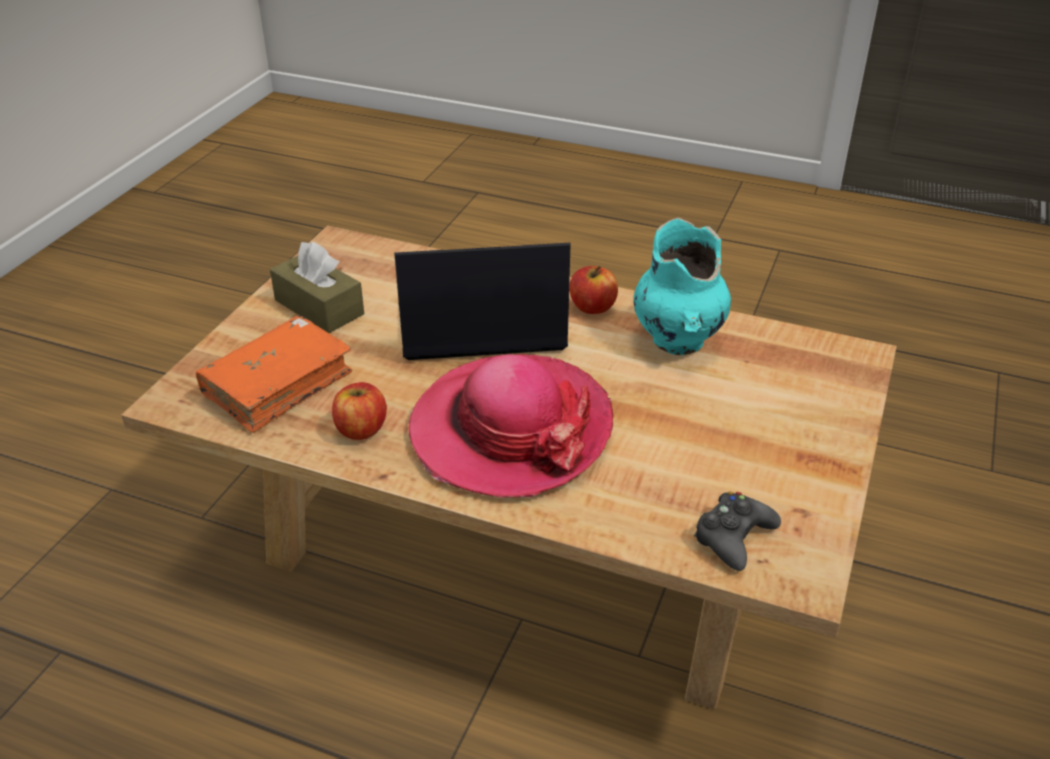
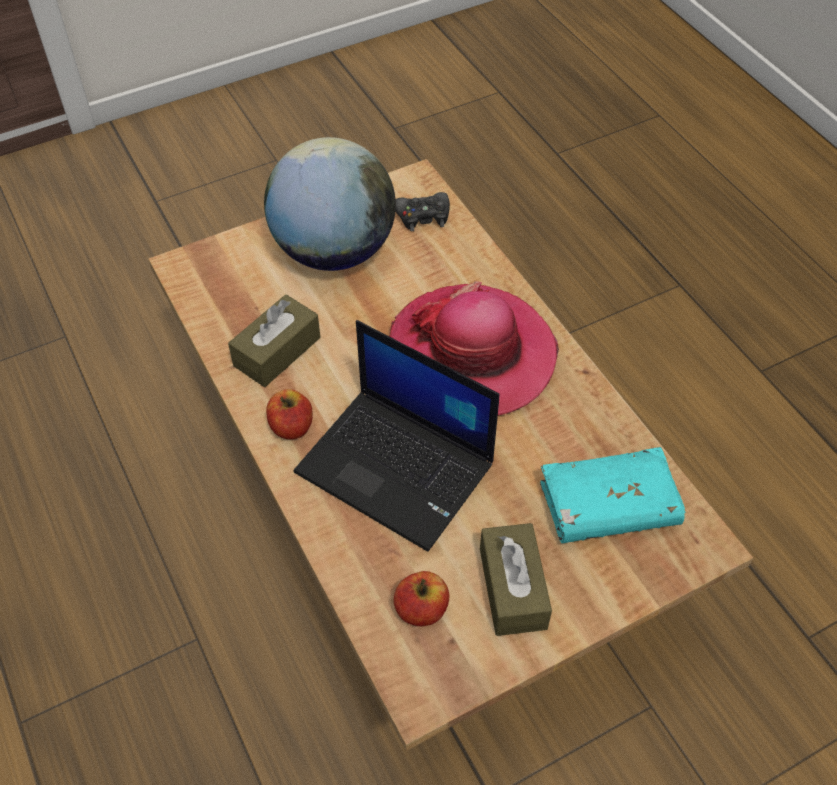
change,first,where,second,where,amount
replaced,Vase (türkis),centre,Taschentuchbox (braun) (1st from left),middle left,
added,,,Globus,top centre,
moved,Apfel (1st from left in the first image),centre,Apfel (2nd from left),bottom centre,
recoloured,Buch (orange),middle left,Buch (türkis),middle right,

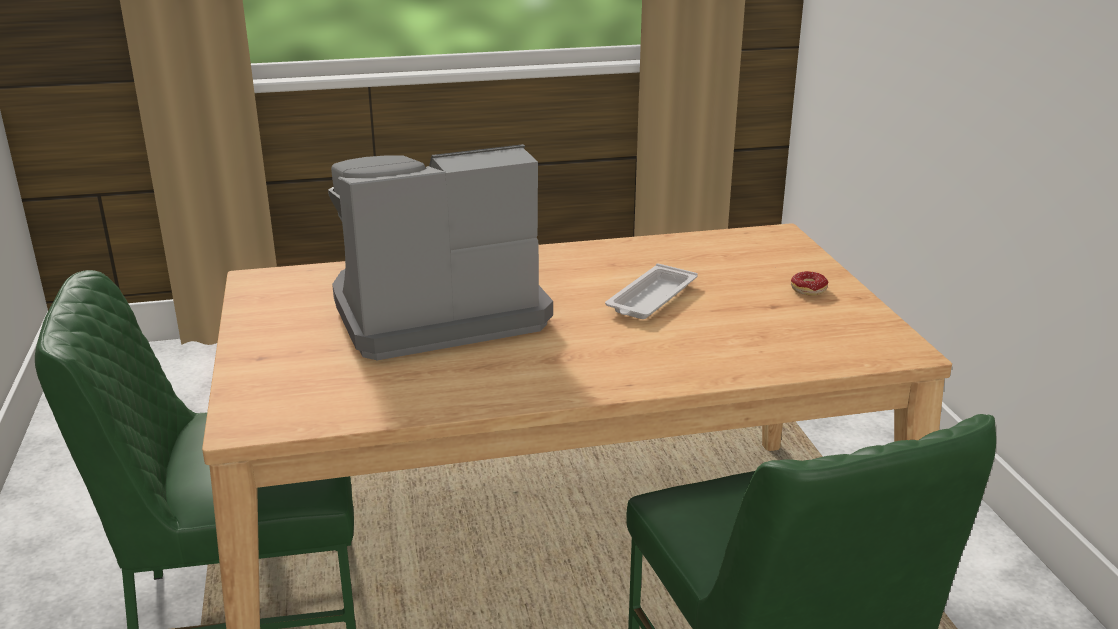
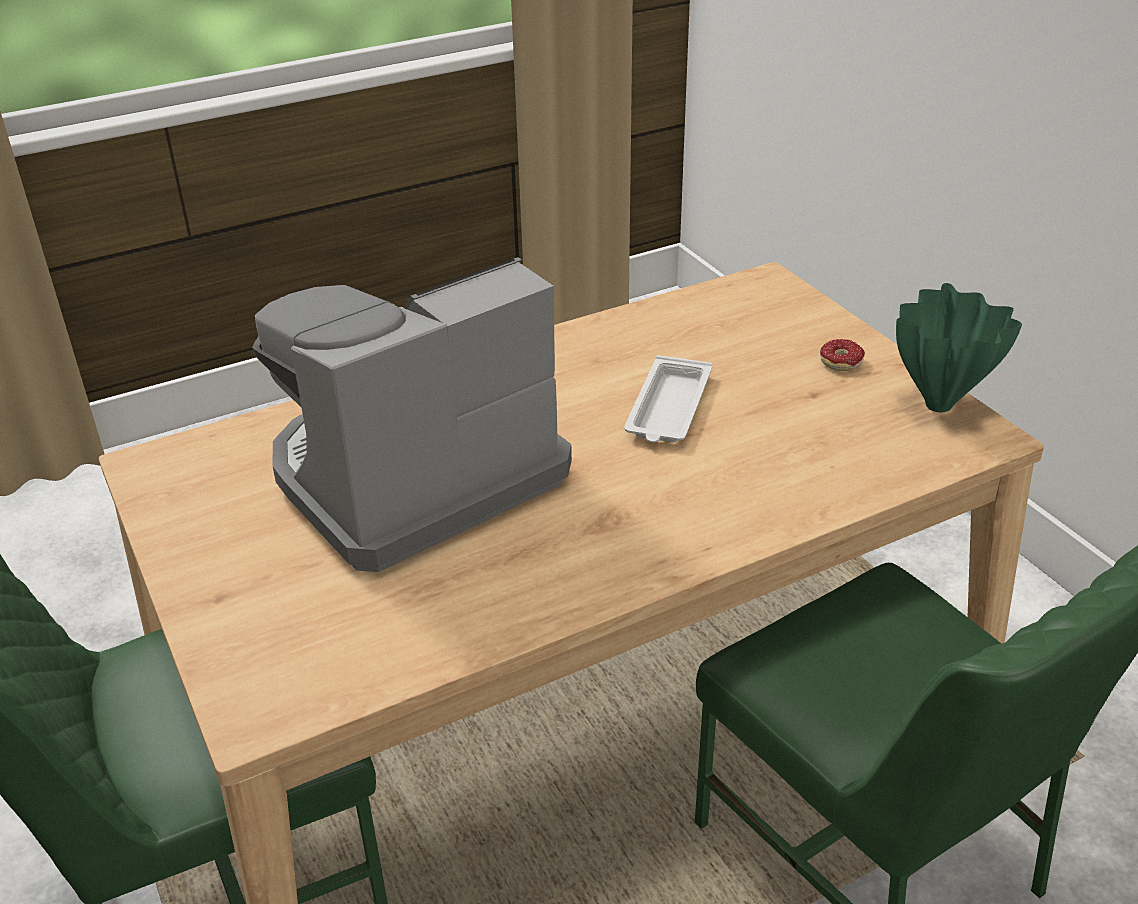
change,first,where,second,where,amount
added,,,Vase (grün),middle right,

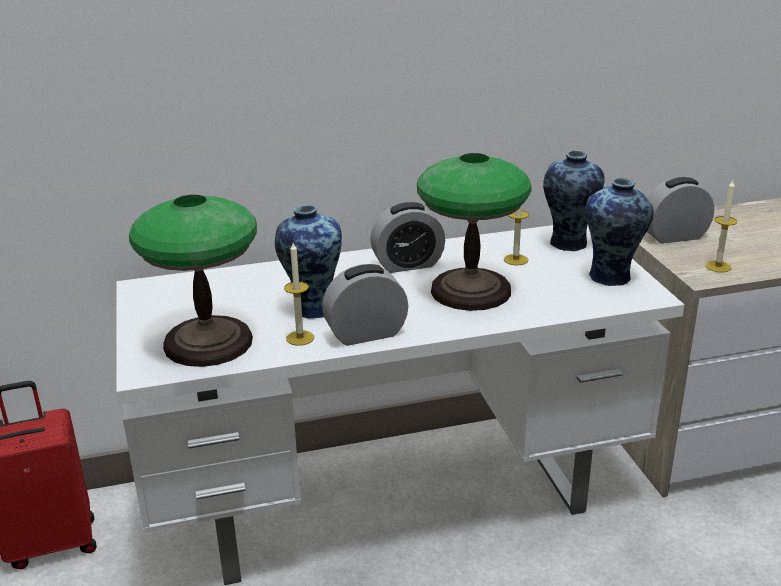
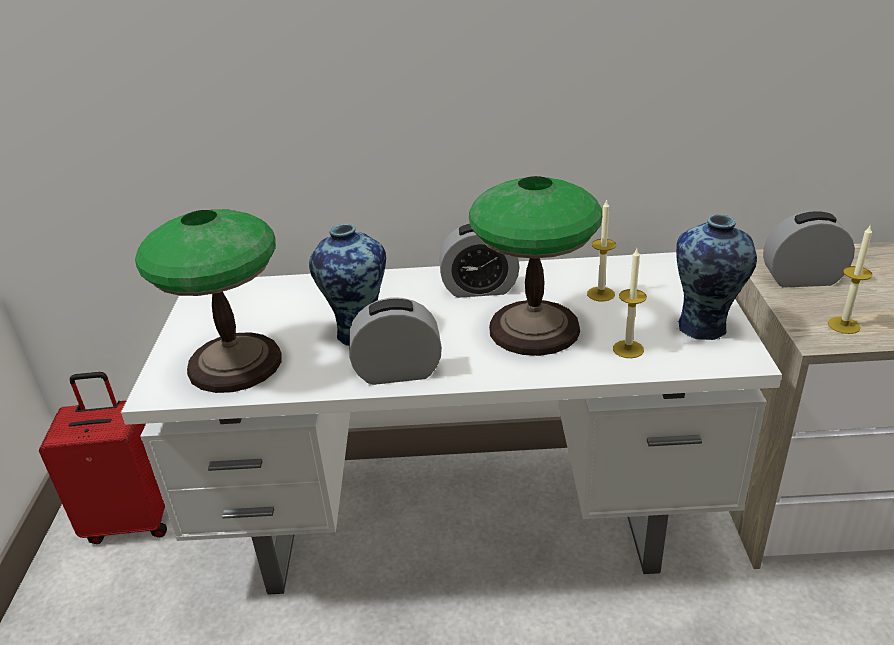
change,first,where,second,where,amount
moved,Kerze (1st from left in the first image),centre,Kerze (2nd from left),middle right,
removed,Vase (2nd from left),middle right,,,

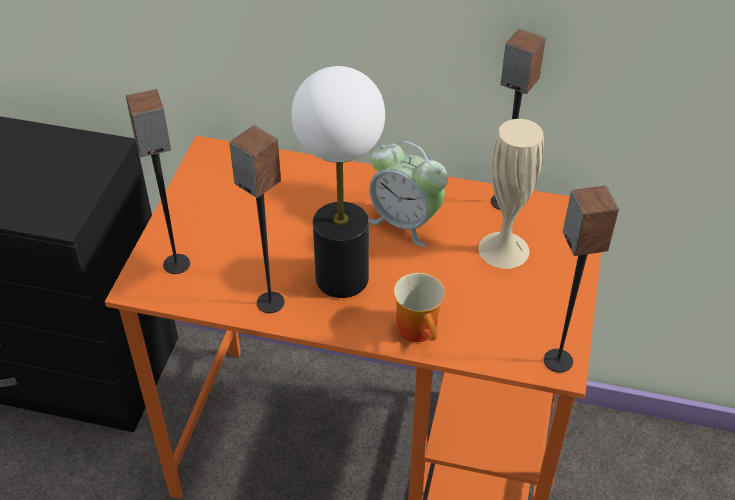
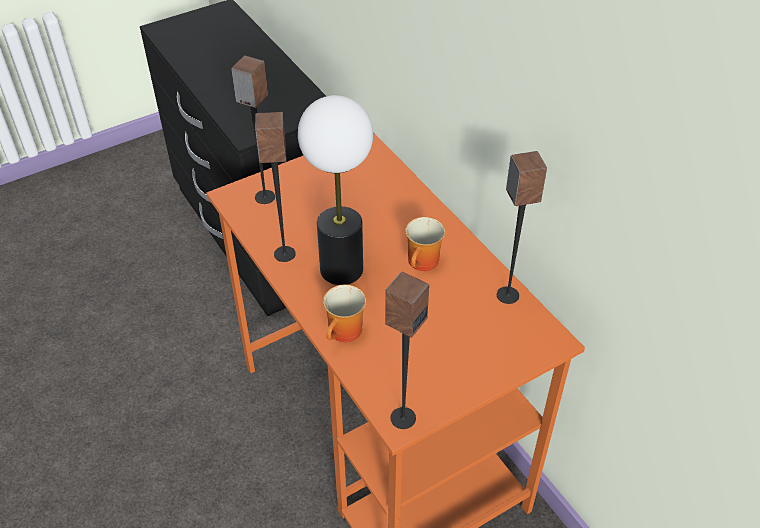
change,first,where,second,where,amount
replaced,Wecker,centre,Henkelbecher (2nd from left),centre,
removed,Vase (beige),middle right,,,

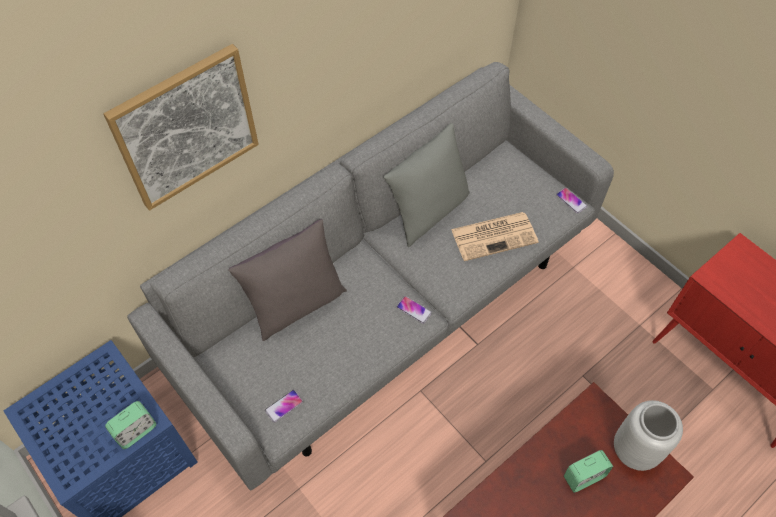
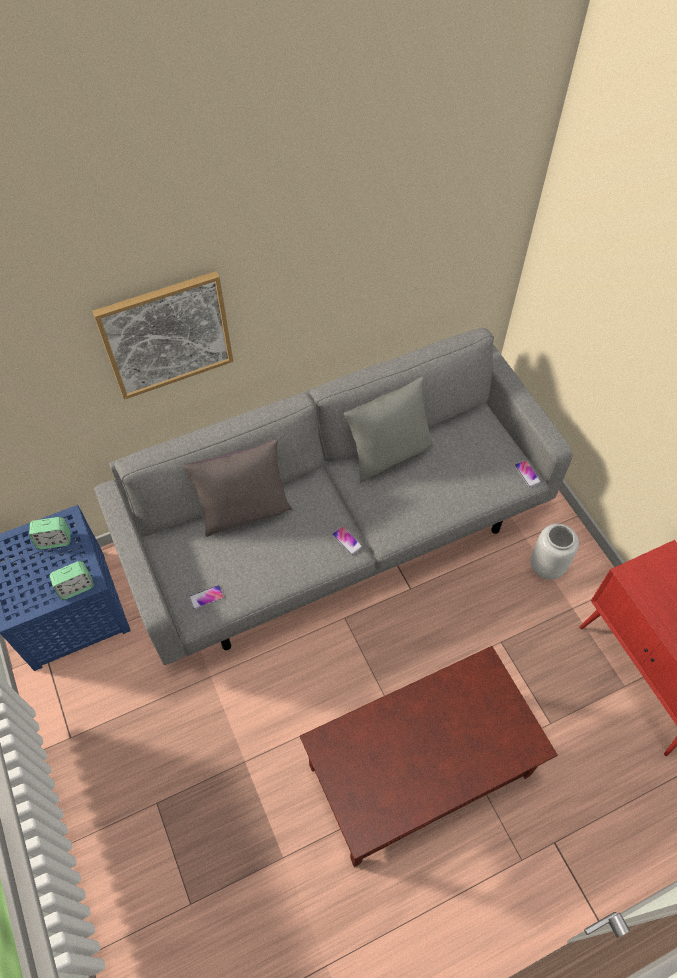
change,first,where,second,where,amount
moved,Wecker (2nd from left in the first image),bottom right,Wecker (1st from left),middle left,
moved,Vase (grau),bottom right,,middle right,
removed,Zeitung,centre,,,

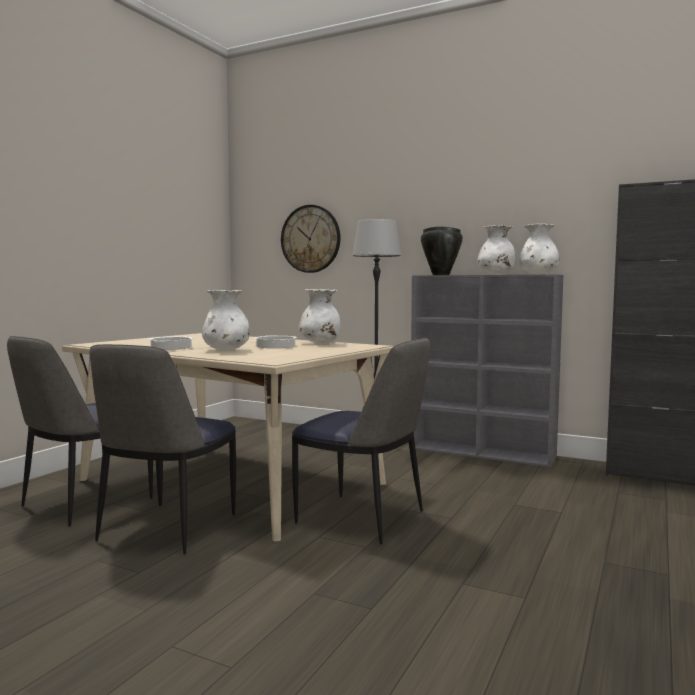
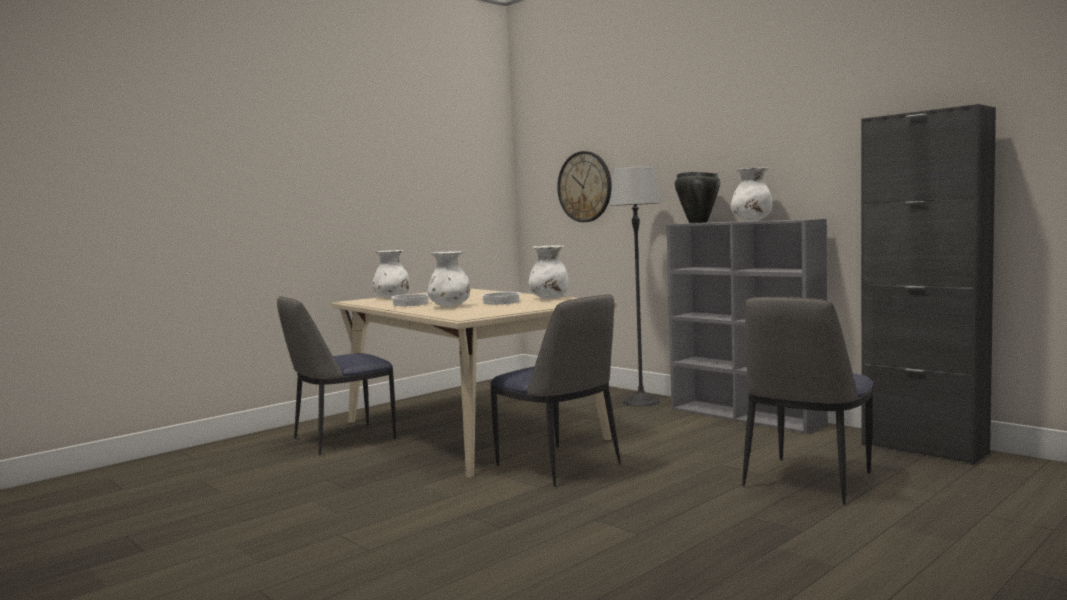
change,first,where,second,where,amount
moved,Vase (weiß) (4th from left in the first image),middle right,Vase (weiß) (1st from left),centre,
moved,Stuhl (2nd from left in the first image),middle left,Stuhl (3rd from left),bottom right,

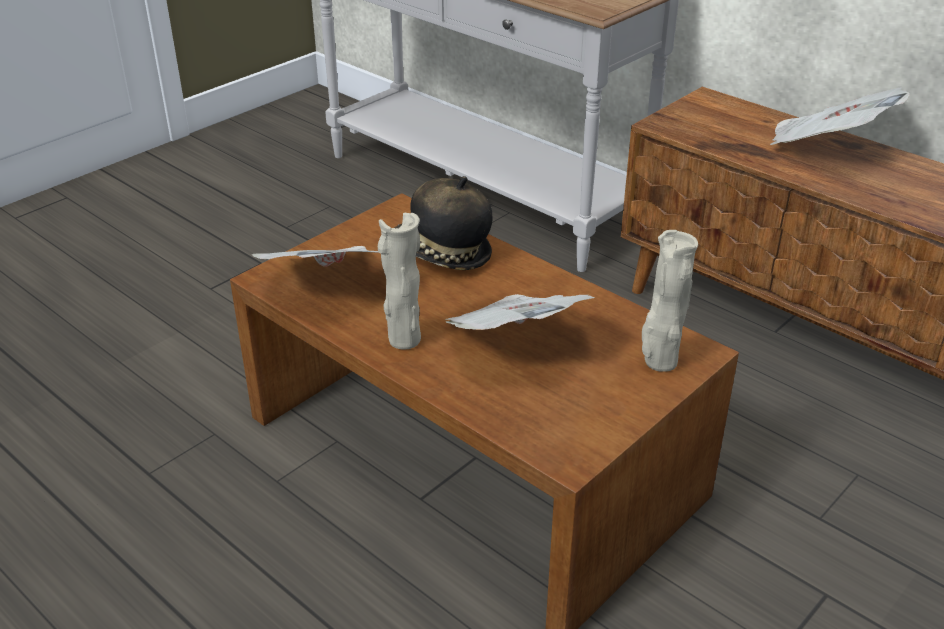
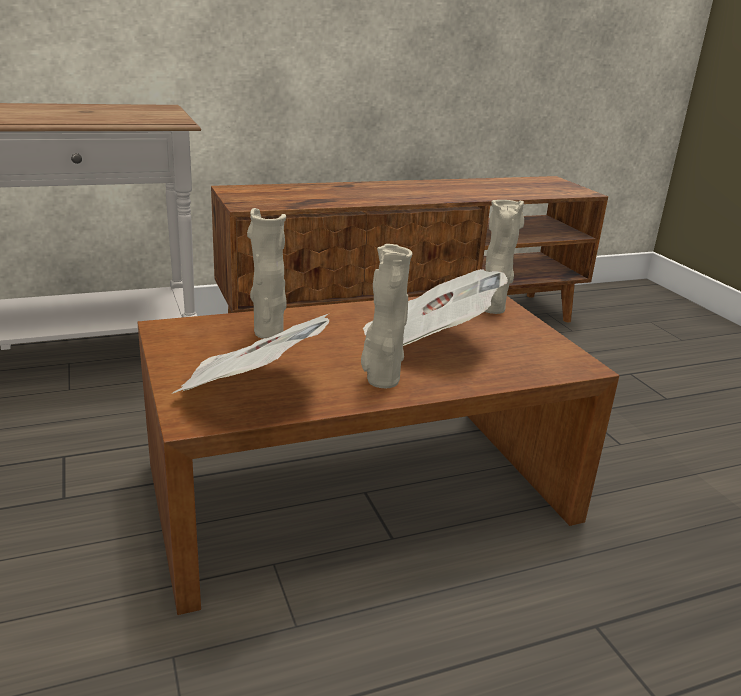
change,first,where,second,where,amount
replaced,Hut,centre,Vase (beige) (1st from left),centre,
removed,Zeitung (3rd from left),top right,,,

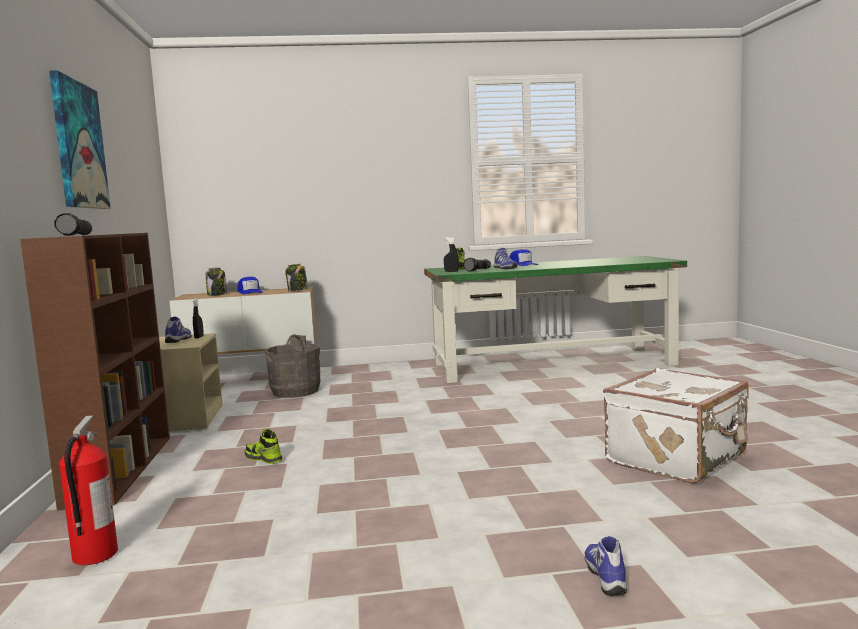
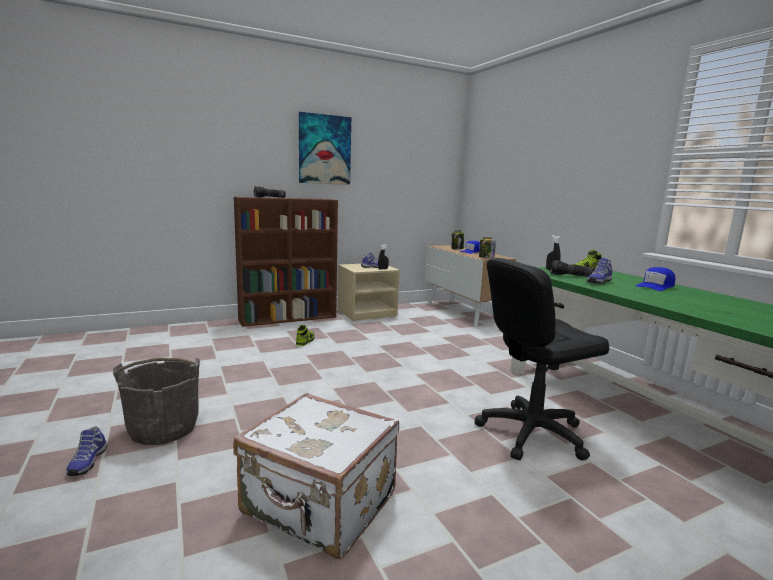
change,first,where,second,where,amount
turned,Schuh (5th from left in the first image),bottom right,Schuh (1st from left),bottom left,105 degrees clockwise
moved,Eimer (grau),centre,,bottom left,
added,,,Bürostuhl (schwarz),middle right,
removed,Feuerlöscher,bottom left,,,

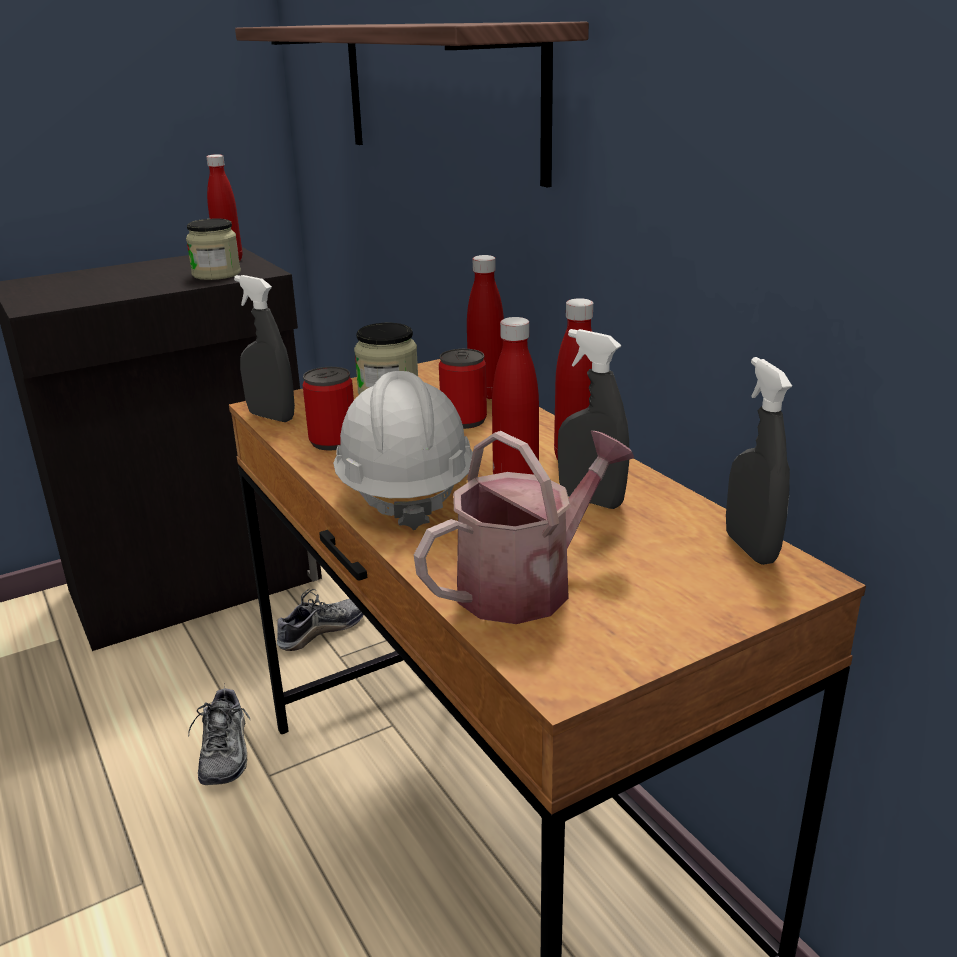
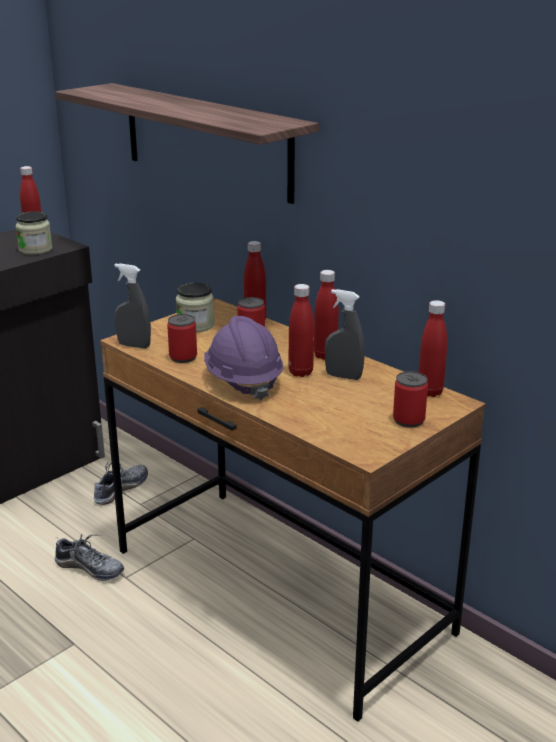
change,first,where,second,where,amount
turned,Schuh (1st from left),bottom left,,bottom left,45 degrees counterclockwise
recoloured,Schutzhelm (weiß),centre,Schutzhelm (lila),centre,
added,,,Dose (3rd from left),middle right,
replaced,Sprühflasche (grau) (3rd from left),middle right,Flasche (rot) (5th from left),middle right,
removed,Gießkanne,centre,,,

